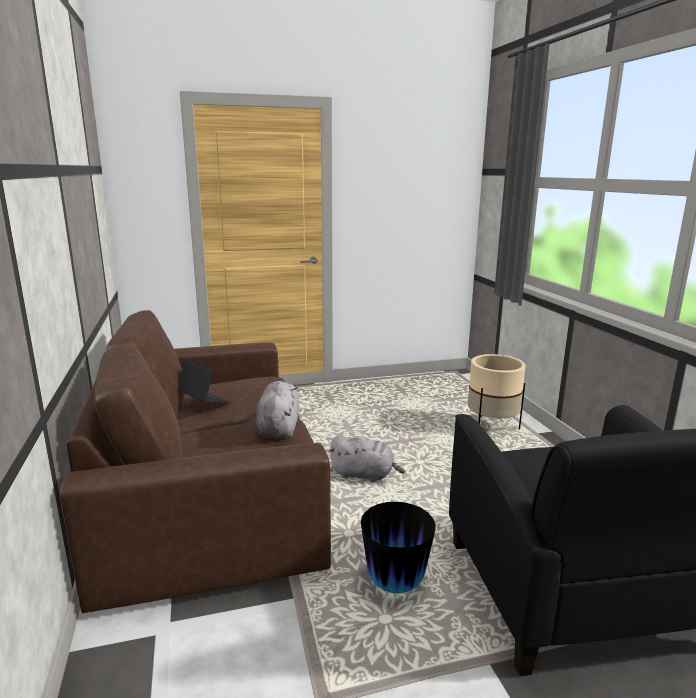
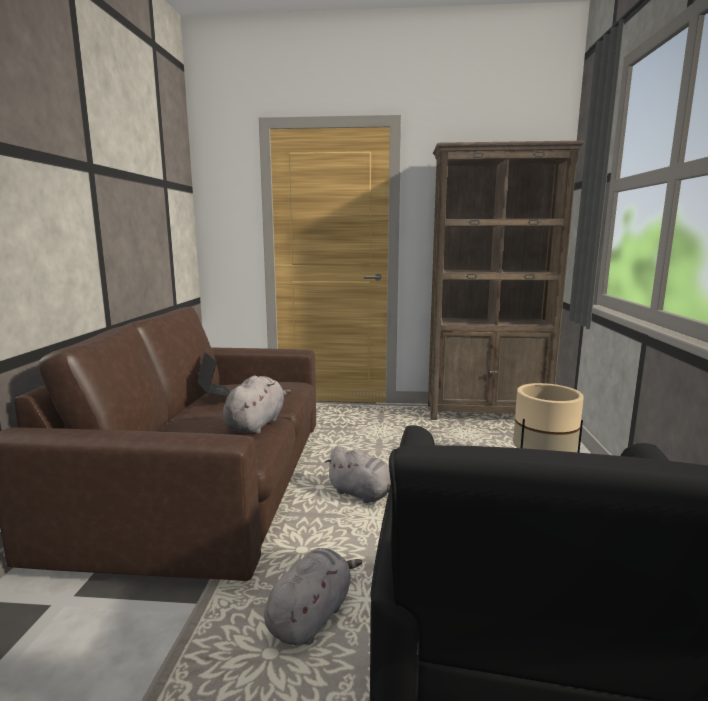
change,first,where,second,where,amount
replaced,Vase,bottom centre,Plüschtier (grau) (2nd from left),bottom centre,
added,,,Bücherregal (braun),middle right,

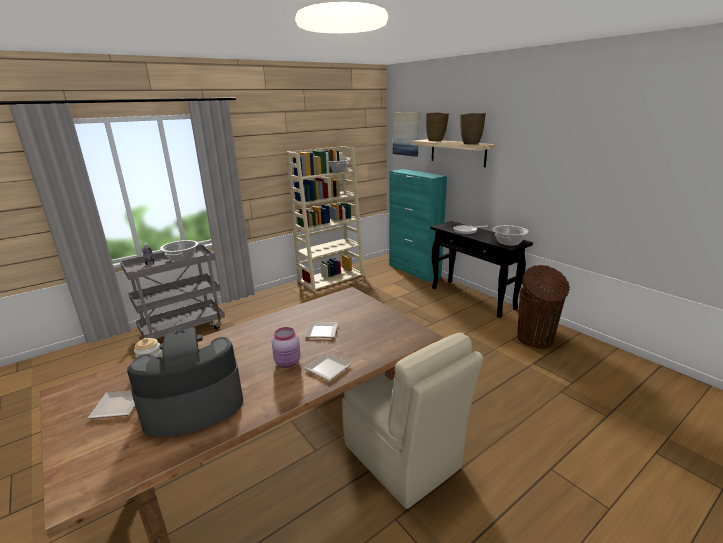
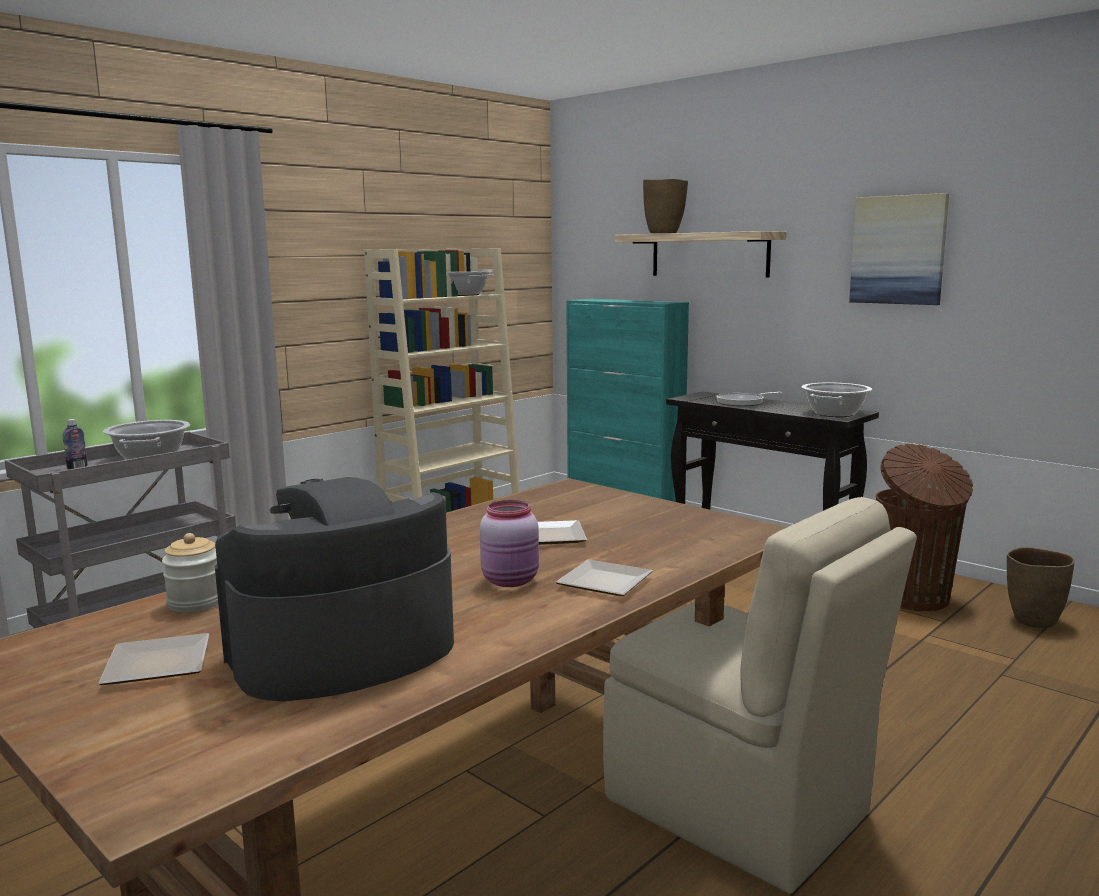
change,first,where,second,where,amount
moved,Bild,top centre,,top right,
moved,Vase (braun) (2nd from left),top centre,,middle right,

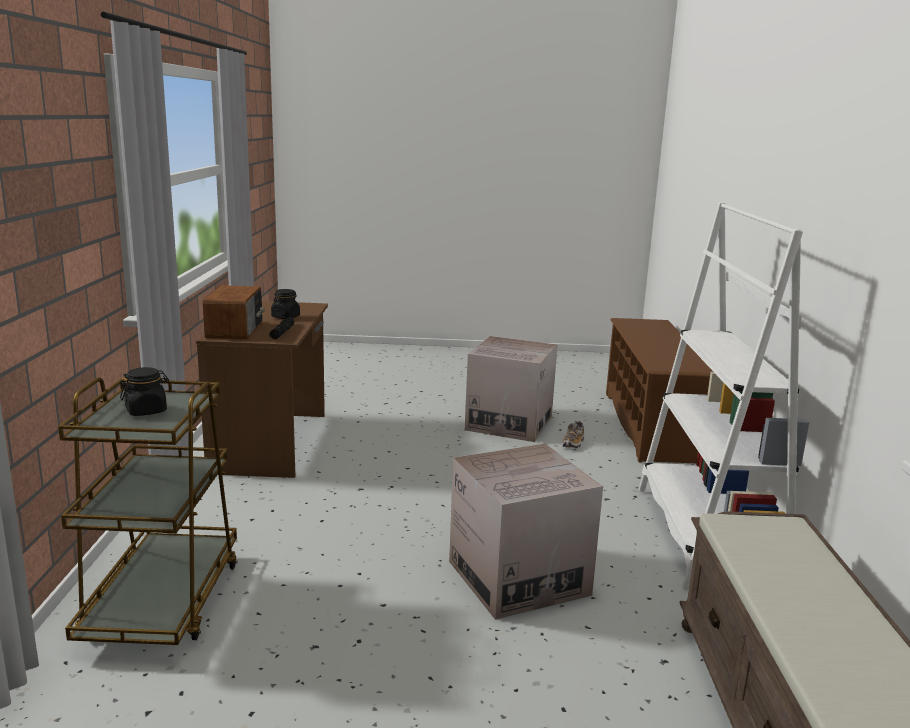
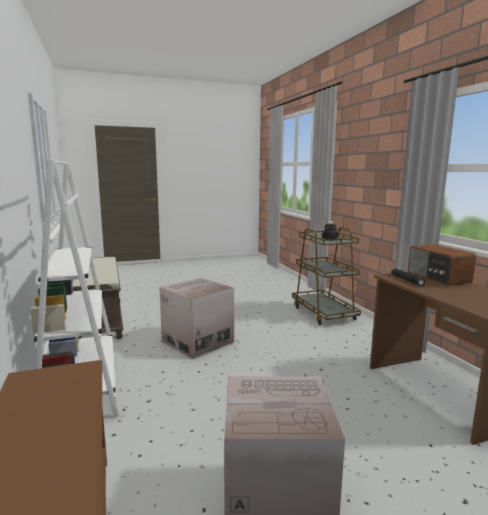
change,first,where,second,where,amount
removed,Vorratsglas (schwarz) (2nd from left),middle left,,,
removed,Schuh,centre,,,

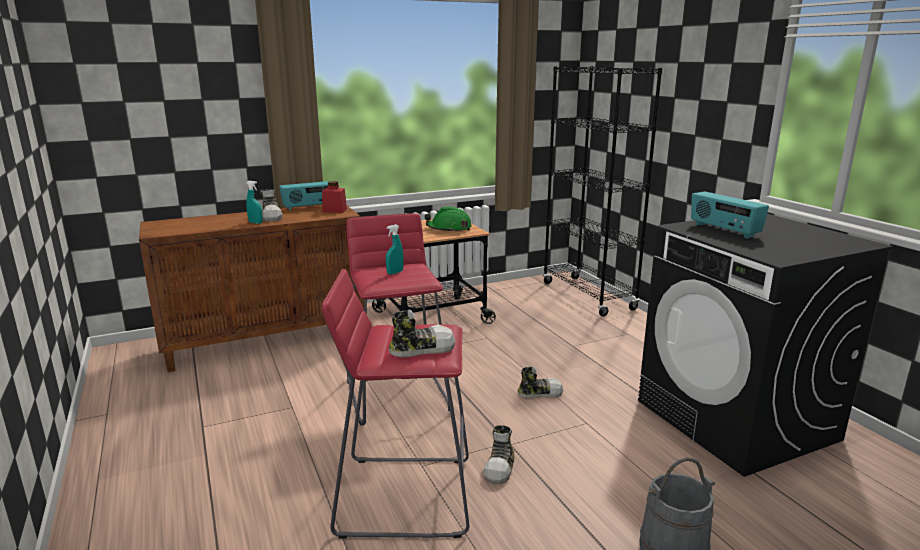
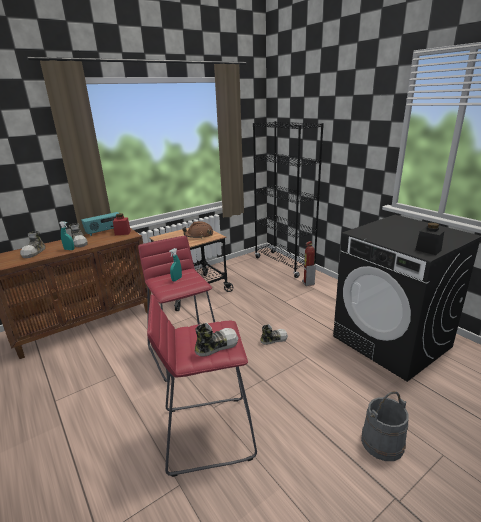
change,first,where,second,where,amount
moved,Schuh (3rd from left in the first image),bottom centre,Schuh (1st from left),middle left,
recoloured,Schutzhelm (grün),centre,Schutzhelm (braun),centre,
added,,,Feuerlöscher,centre,
added,,,Vorratsglas (schwarz),middle right,
removed,Radio (2nd from left),middle right,,,

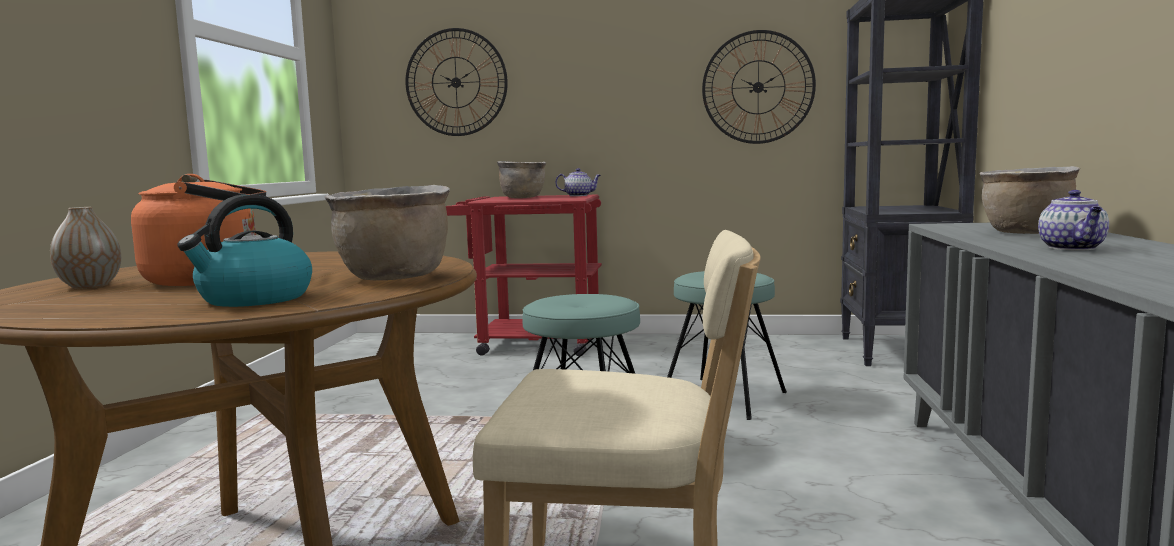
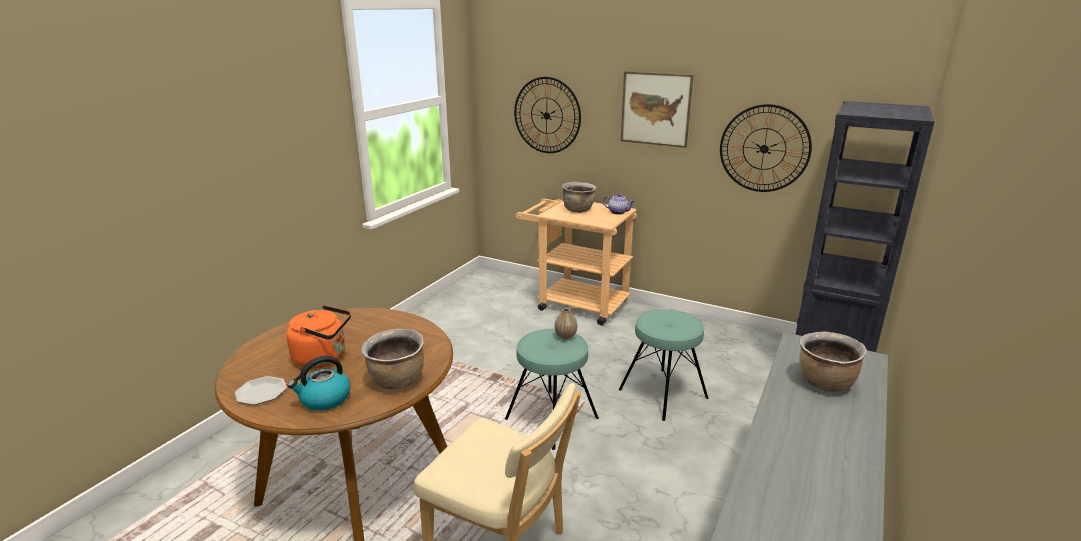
change,first,where,second,where,amount
added,,,Teller,bottom left,
recoloured,Rollwagen (rot),centre,Rollwagen (beige),centre,
moved,Vase,middle left,,centre,
added,,,Bild,top centre,
removed,Teekanne (2nd from left),middle right,,,

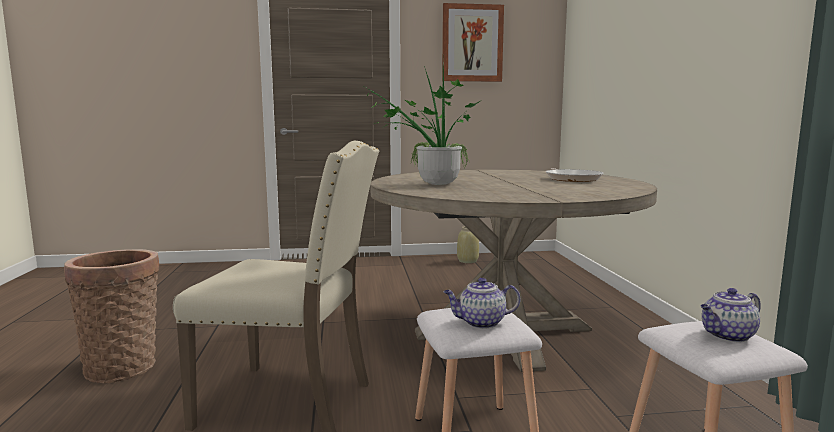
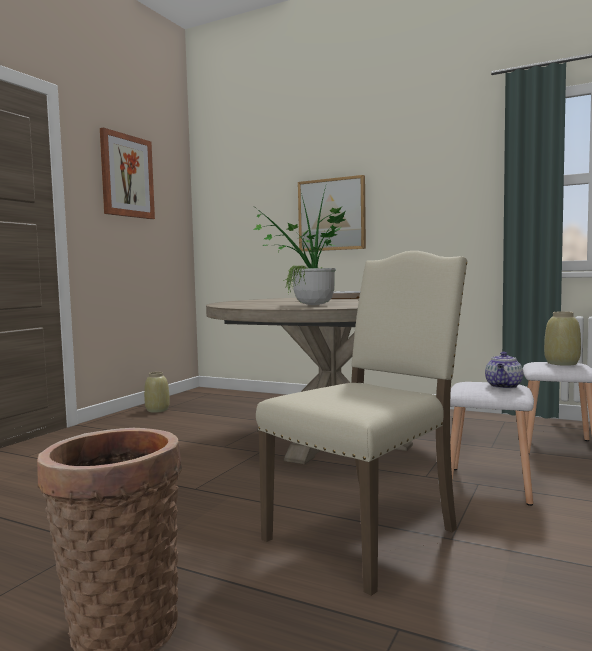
change,first,where,second,where,amount
added,,,Bild (2nd from left),top centre,
replaced,Teekanne (2nd from left),bottom right,Vase (beige) (2nd from left),middle right,

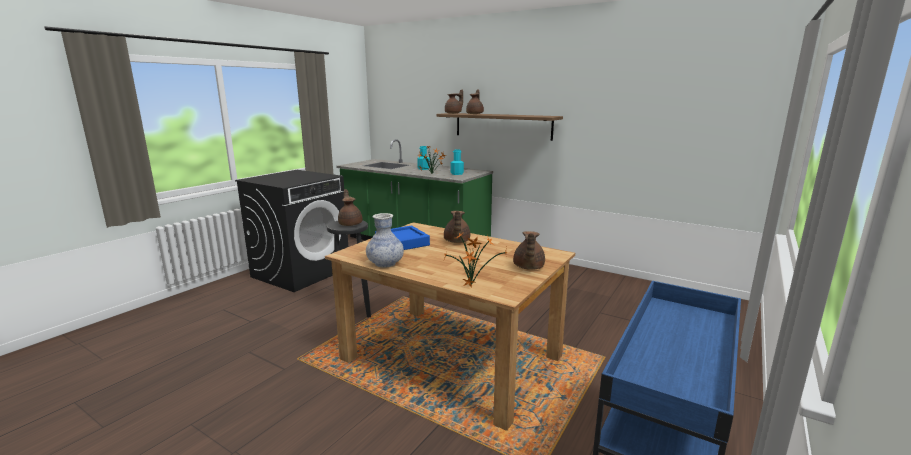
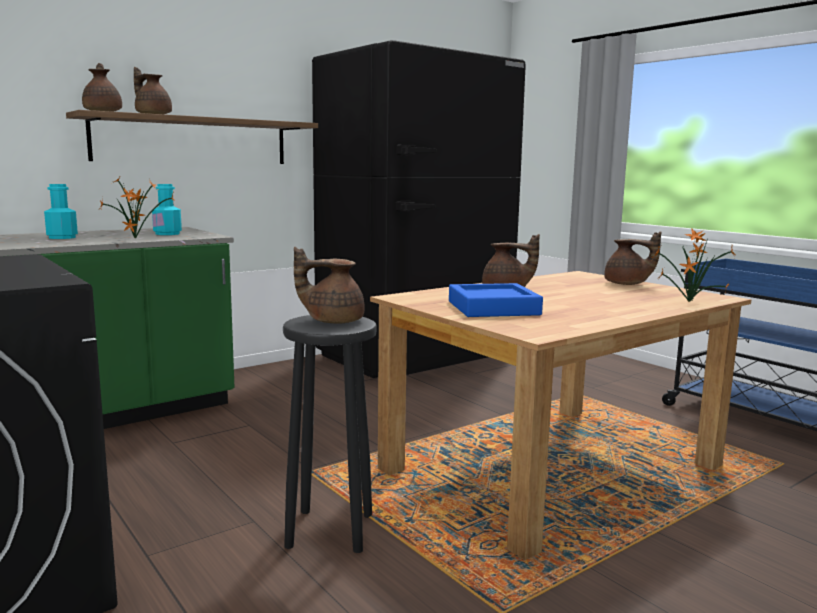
change,first,where,second,where,amount
added,,,Kühlschrank (schwarz),centre,
removed,Vase,centre,,,

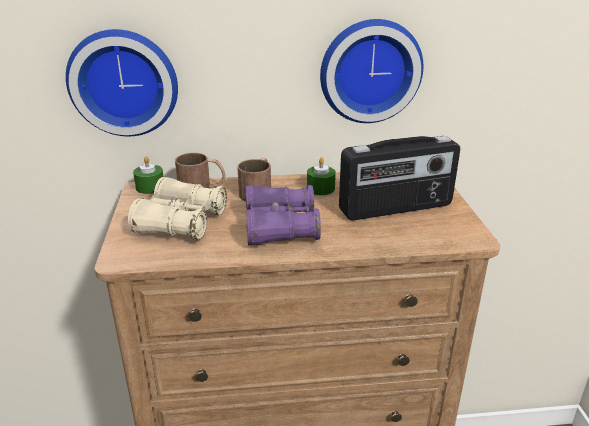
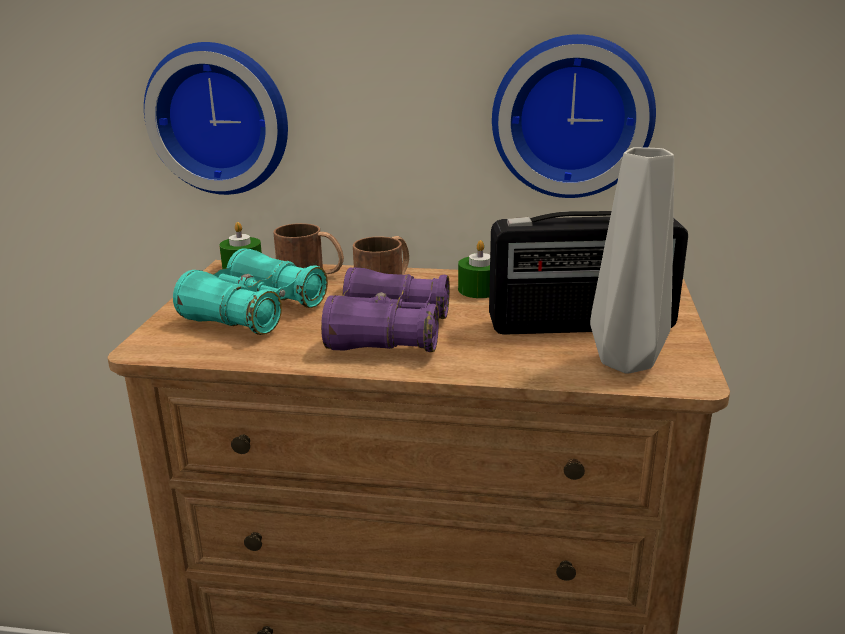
change,first,where,second,where,amount
recoloured,Fernglas (beige),middle left,Fernglas (türkis),middle left,
added,,,Vase (grau),middle right,

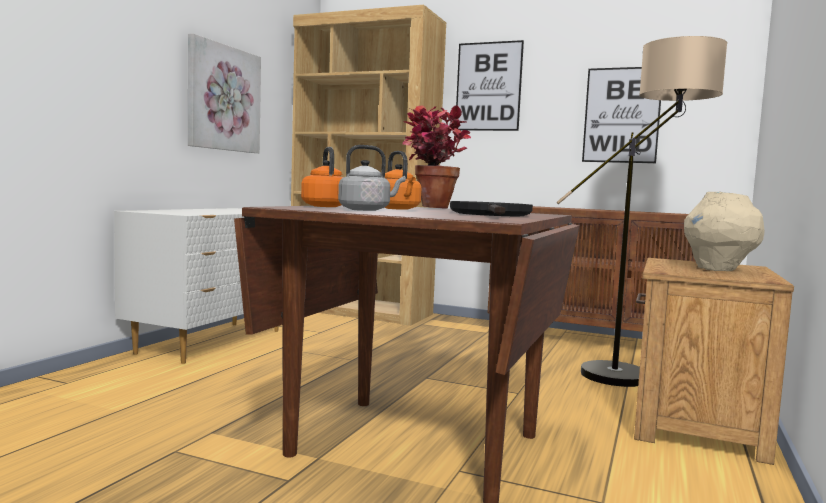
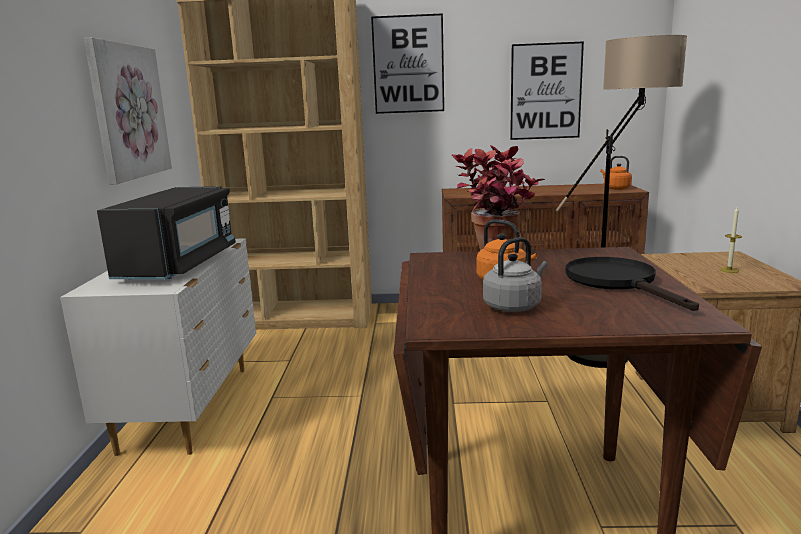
change,first,where,second,where,amount
added,,,Mikrowelle (schwarz),middle left,
moved,Wasserkessel (orange) (1st from left in the first image),centre,Wasserkessel (orange) (2nd from left),top right,
replaced,Vase (beige),middle right,Kerze,middle right,

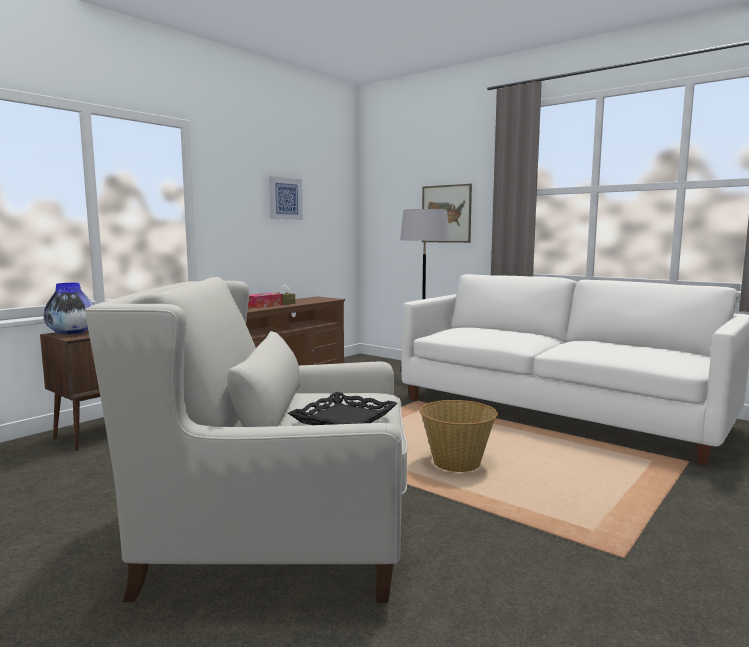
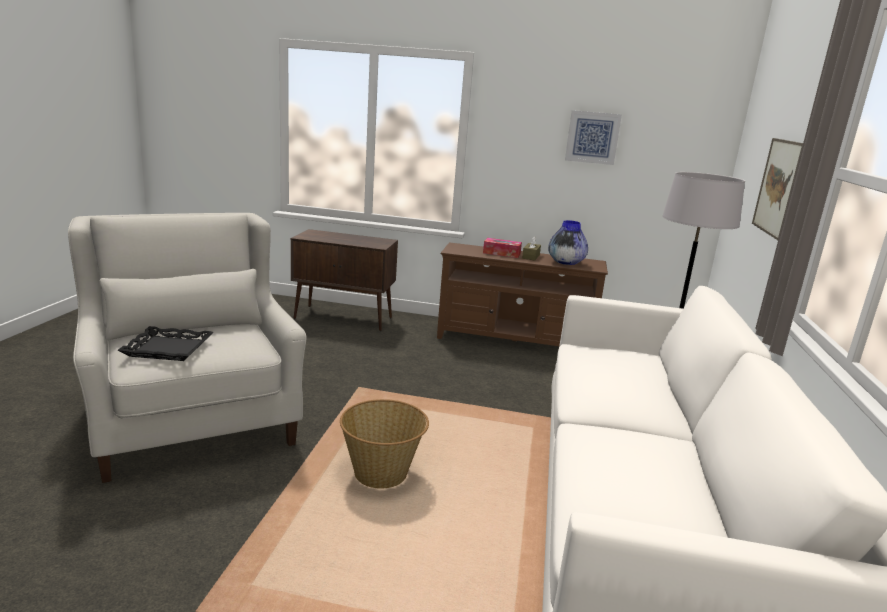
change,first,where,second,where,amount
moved,Vase,middle left,,centre,

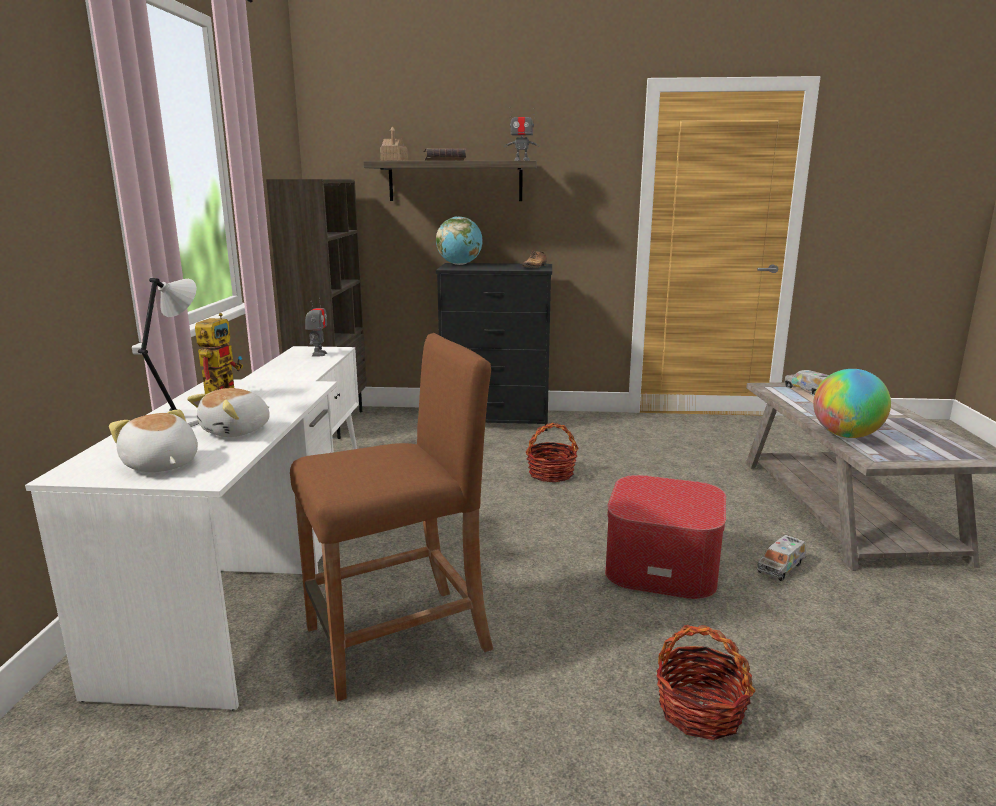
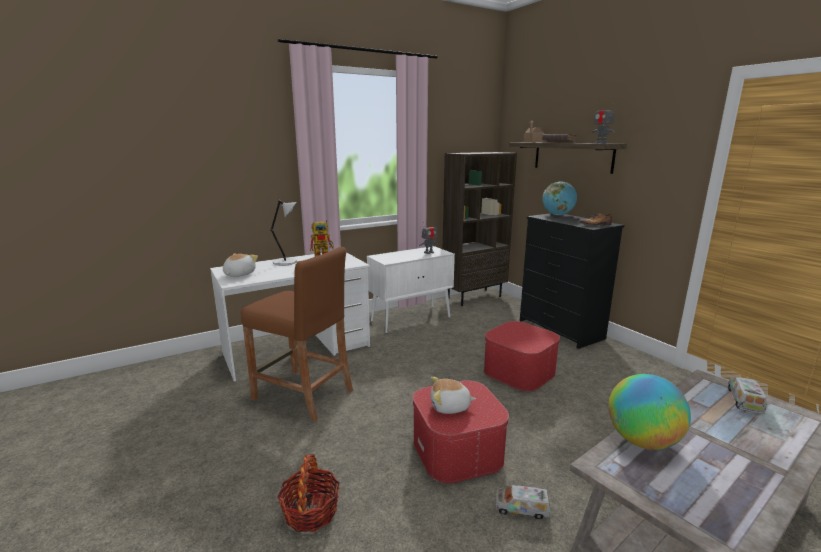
change,first,where,second,where,amount
moved,Plüschtier (2nd from left),middle left,,bottom centre,
replaced,Korb (1st from left),centre,Polsterhocker (2nd from left),centre,

